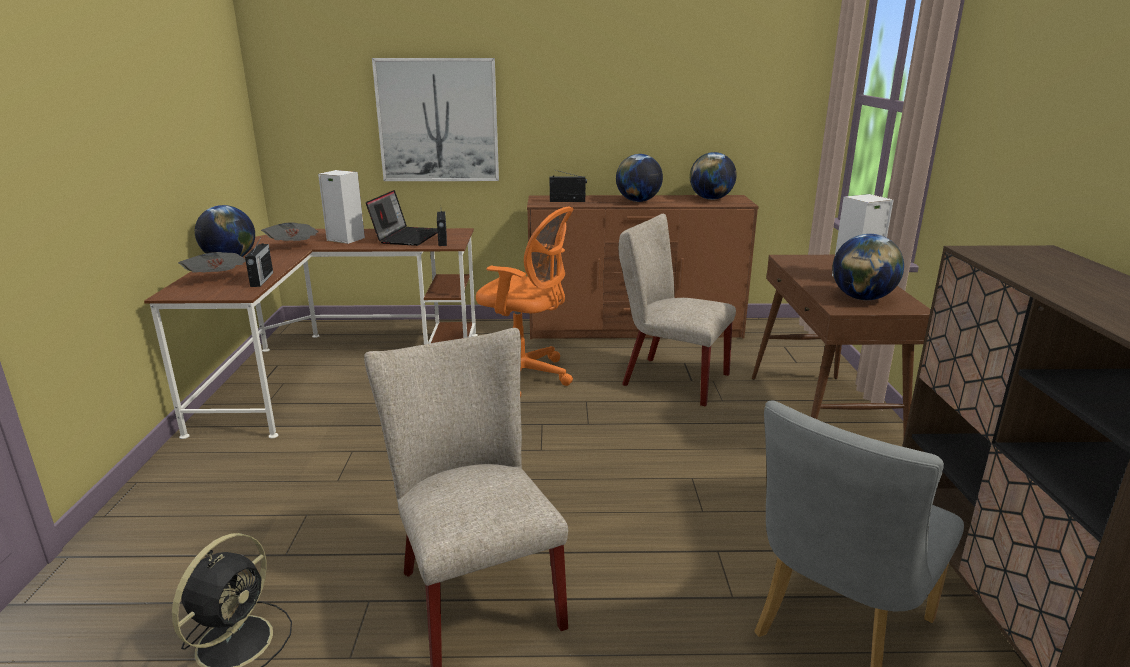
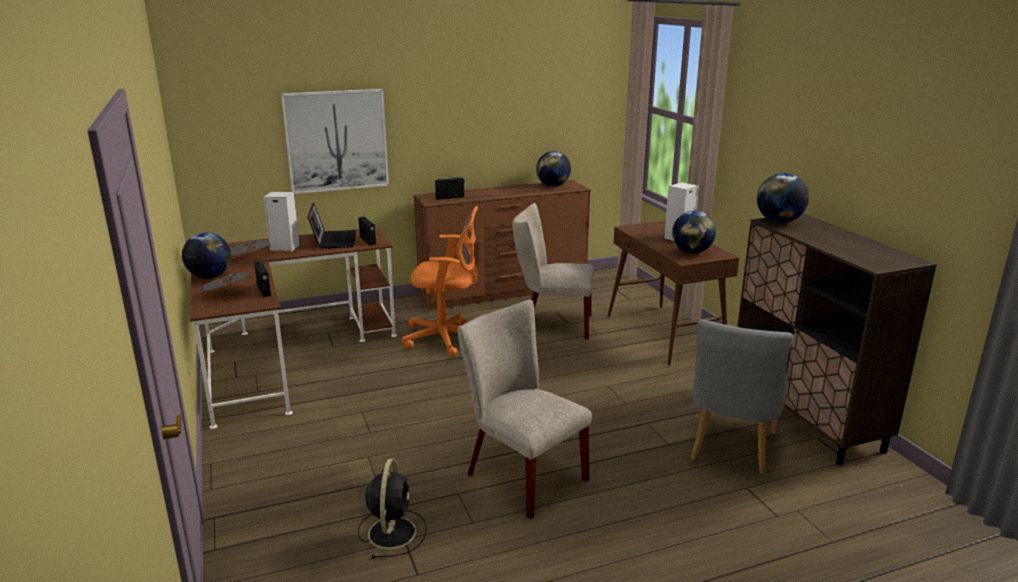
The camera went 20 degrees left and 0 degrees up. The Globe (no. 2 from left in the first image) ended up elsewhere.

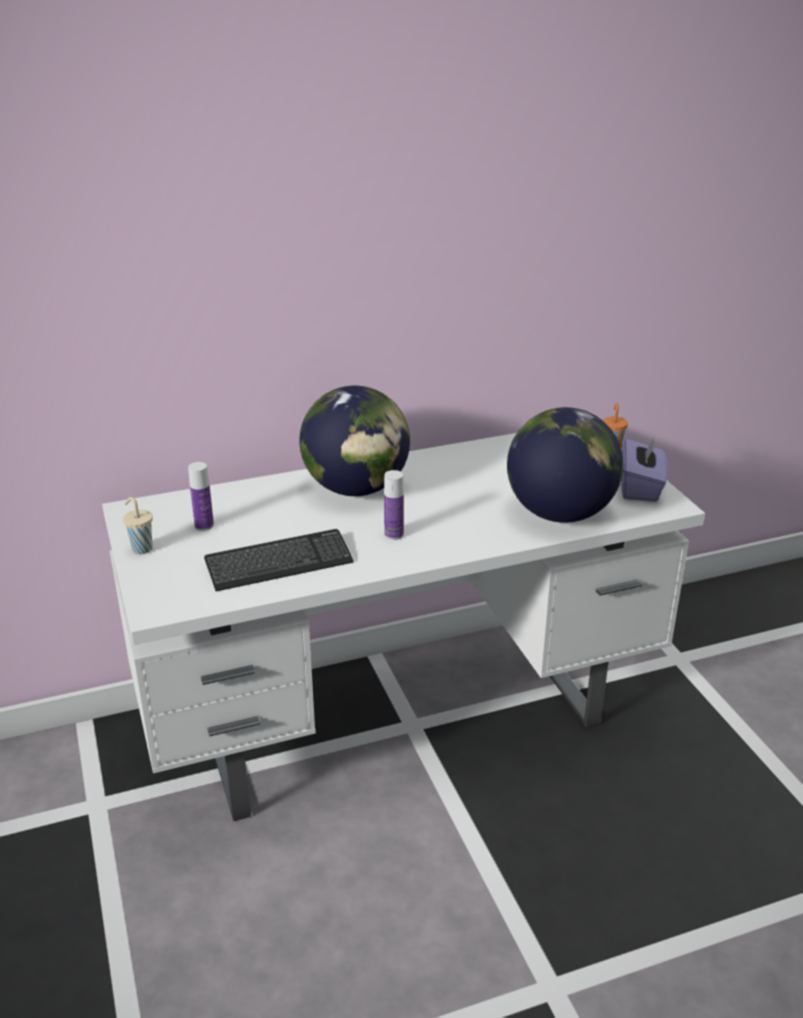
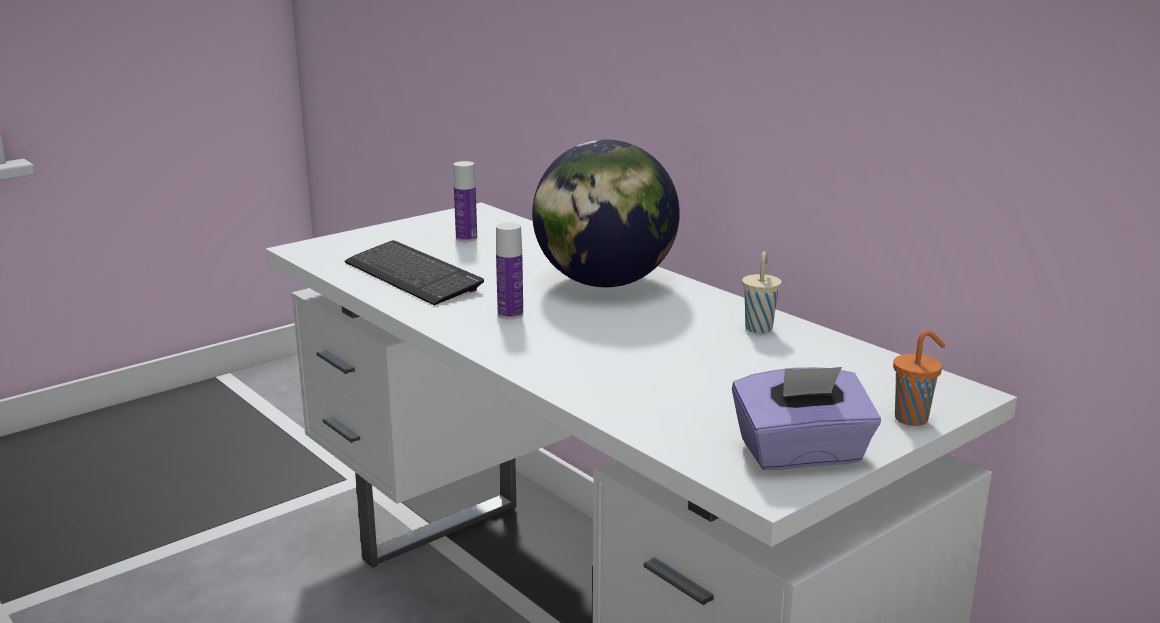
The camera went 70 degrees right and 10 degrees down. The BeigeCup ended up elsewhere. The second view lost the Globe (no. 2 from left).

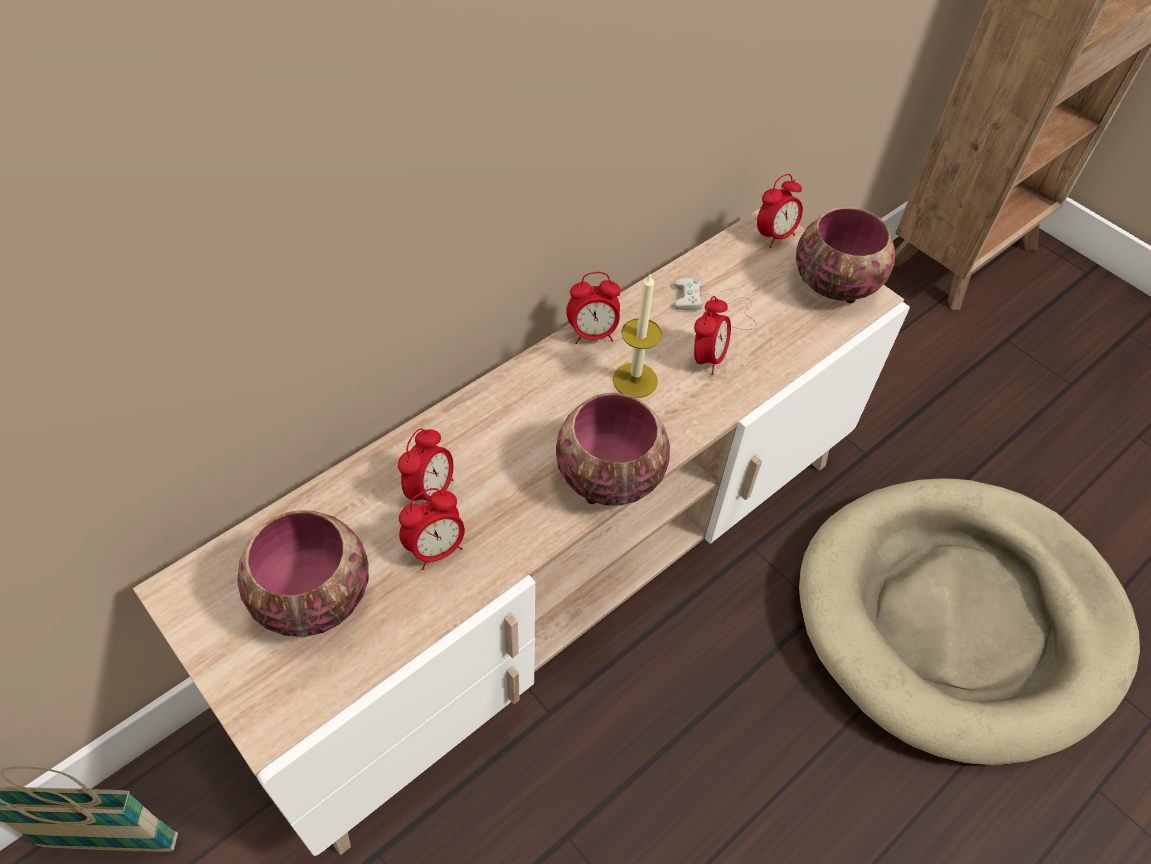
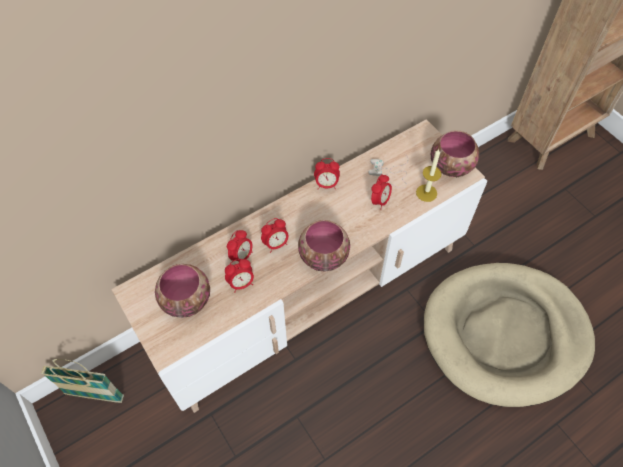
The camera went 10 degrees right and 5 degrees up. The Candle ended up elsewhere. The AlarmClock (no. 5 from left in the first image) ended up elsewhere.

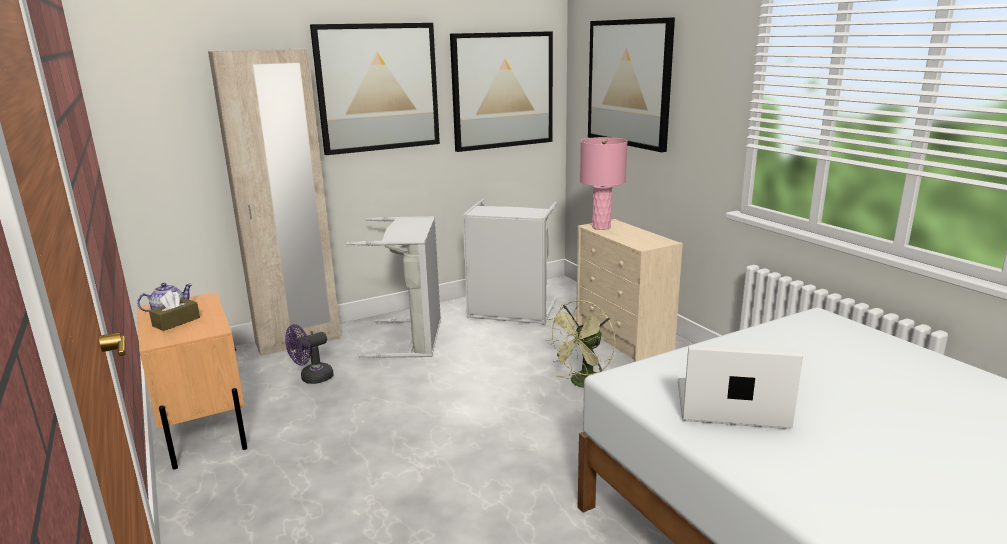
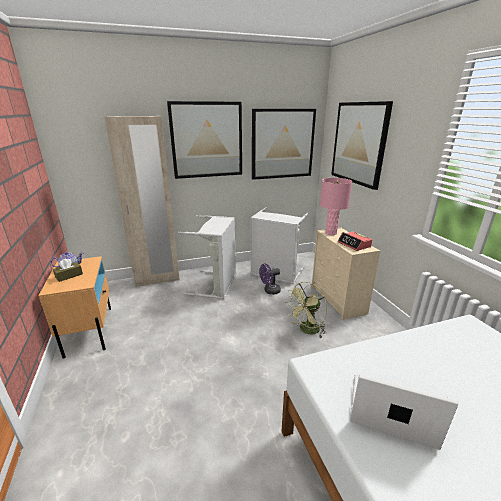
The camera went 10 degrees right and 5 degrees up. The PurpleFan ended up elsewhere. The second view gained the AlarmClock.

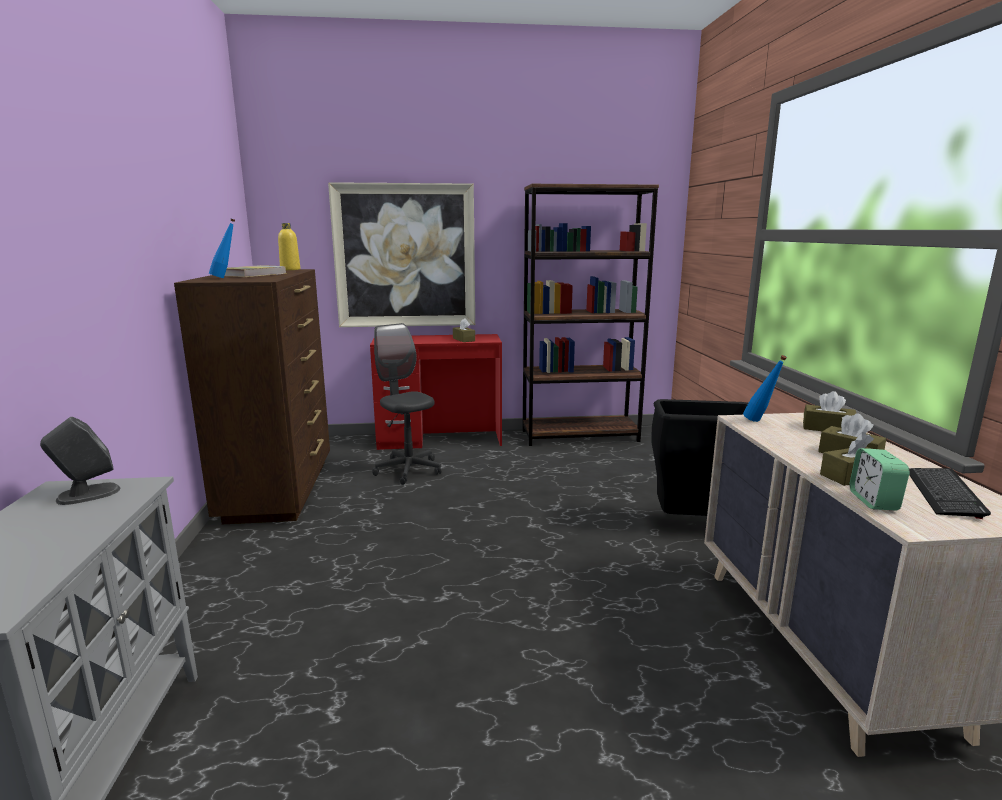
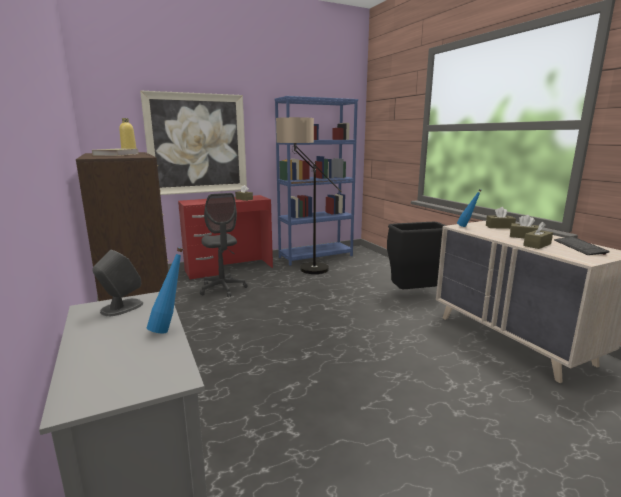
The camera went 20 degrees left and 0 degrees up. The BlueBottle (no. 1 from left) ended up elsewhere. The GreyOfficeChair ended up facing another way, 150 degrees counterclockwise from before. What was the BrownBookcase turned into the BlueBookcase. The second view lost the AlarmClock. The second view gained the FloorLamp.

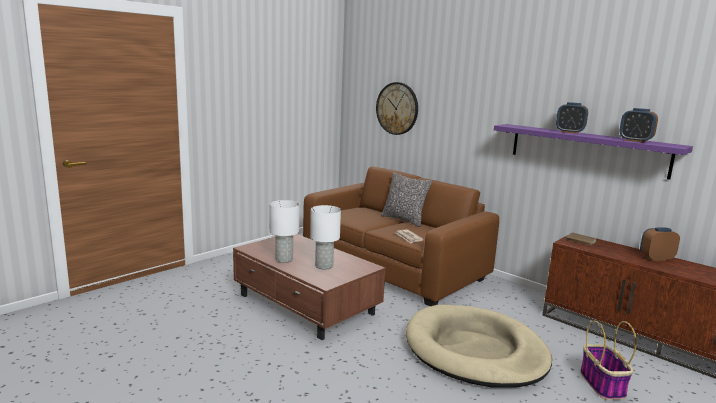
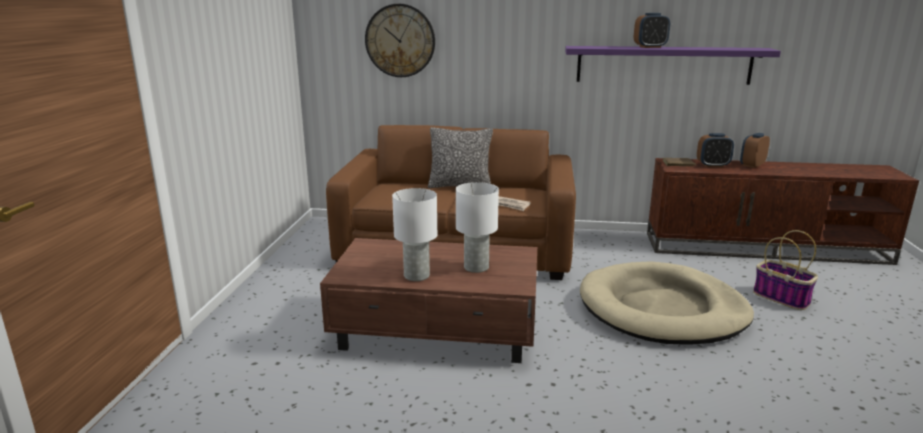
The camera went 35 degrees left and 5 degrees up. The AlarmClock (no. 2 from left) ended up elsewhere.

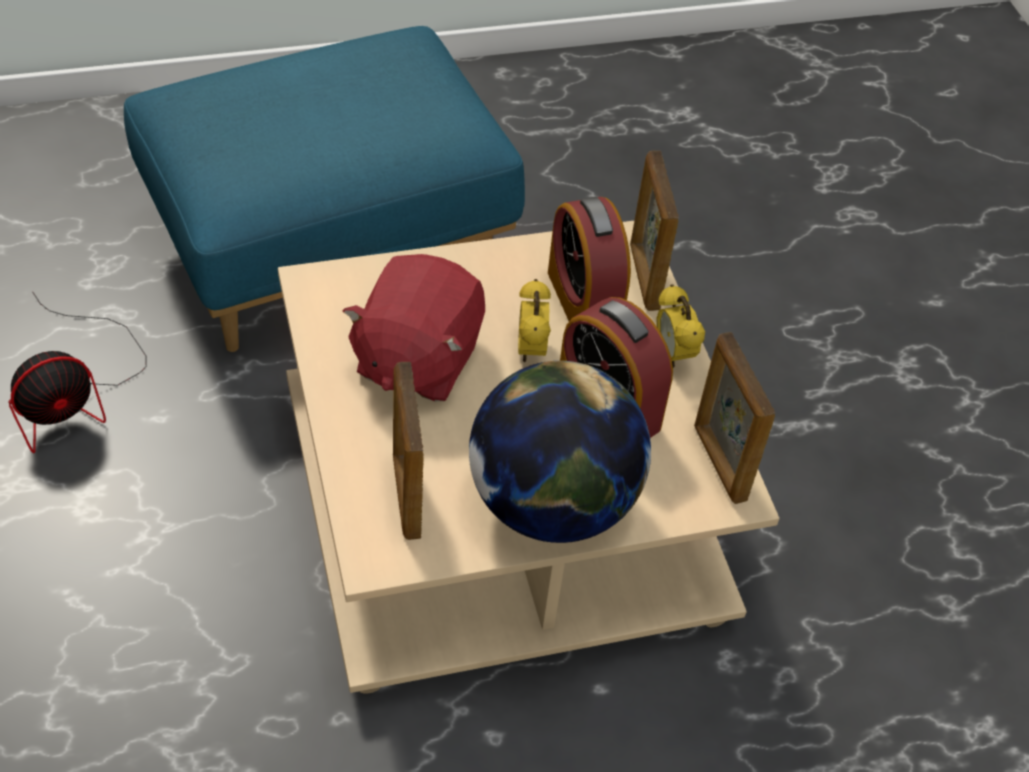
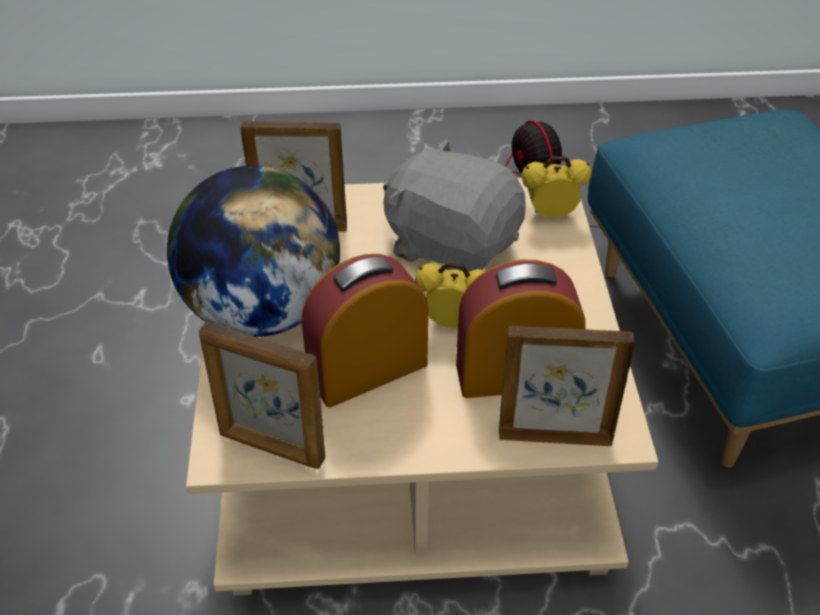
The camera went 105 degrees right and 5 degrees down. What was the RedPlushToy turned into the GreyPlushToy. The AlarmClock (no. 4 from left) ended up elsewhere. The PictureFrame (no. 3 from left in the first image) ended up facing another way, 150 degrees counterclockwise from before.

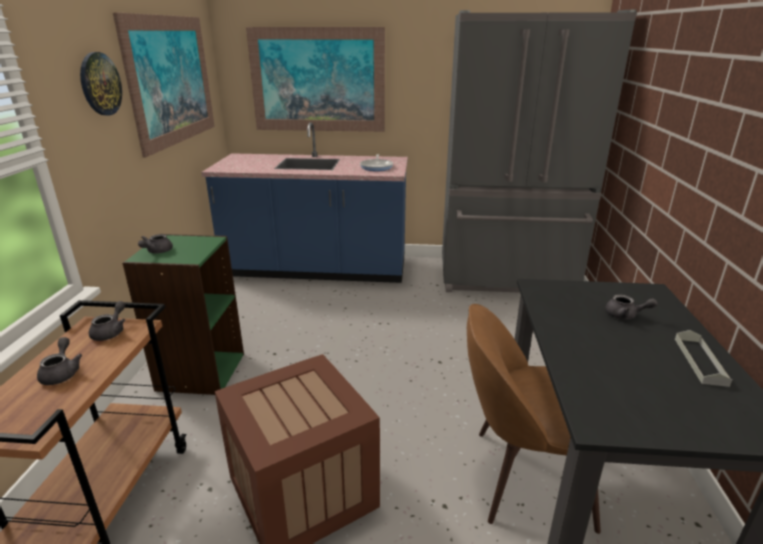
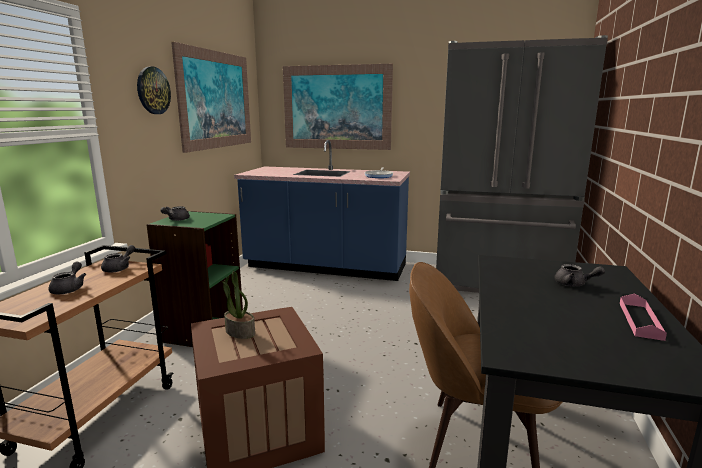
The camera went 10 degrees right and 10 degrees down. What was the GreyTray turned into the PinkTray. The second view gained the PottedPlant.

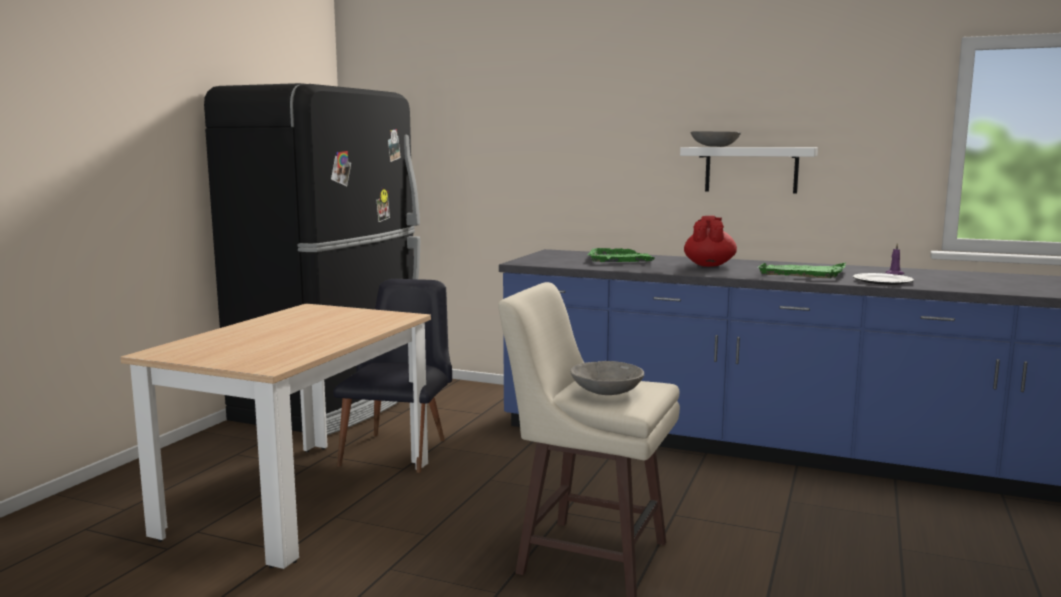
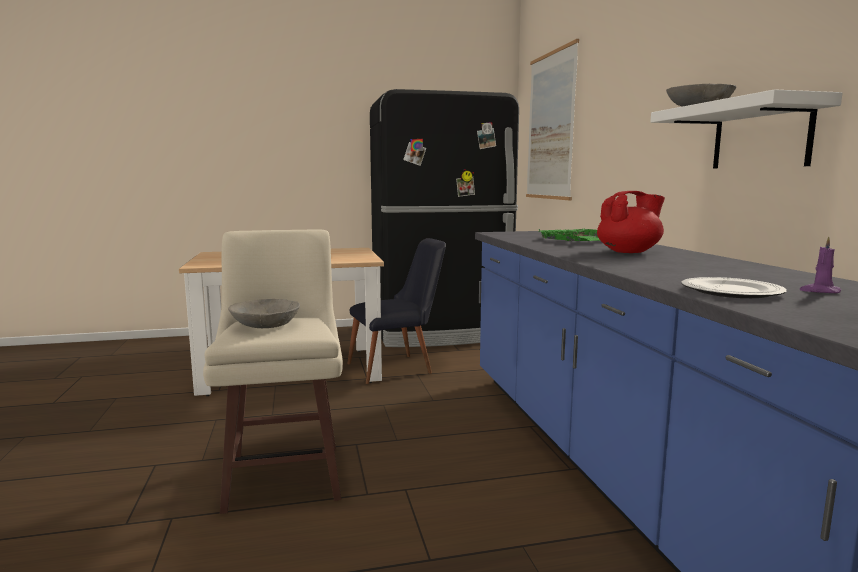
The camera went 55 degrees right and 0 degrees up. The second view lost the GreenTray (no. 2 from left). The second view gained the Picture.

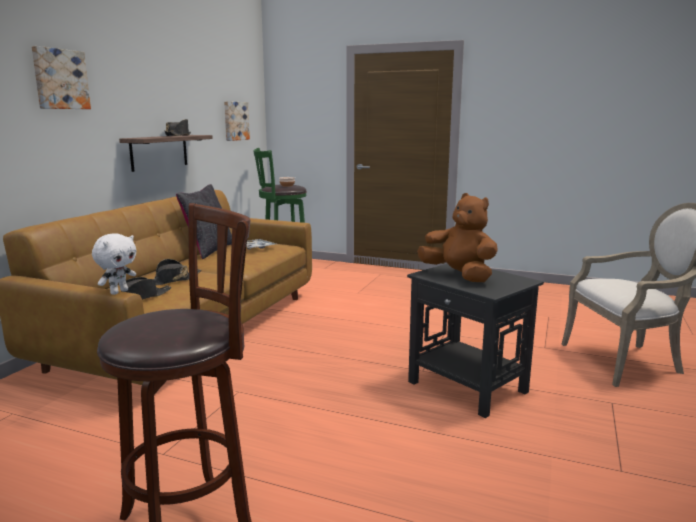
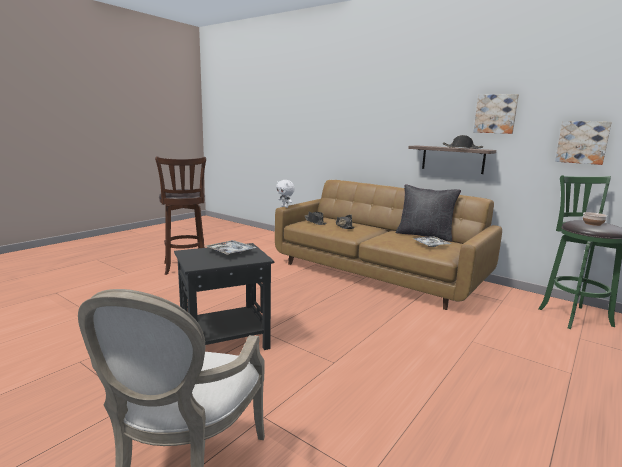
The camera went 105 degrees right and 0 degrees up. The Picture (no. 1 from left) ended up elsewhere. Where the BrownPlushToy stood, the Tray (no. 1 from left) came to stand.

